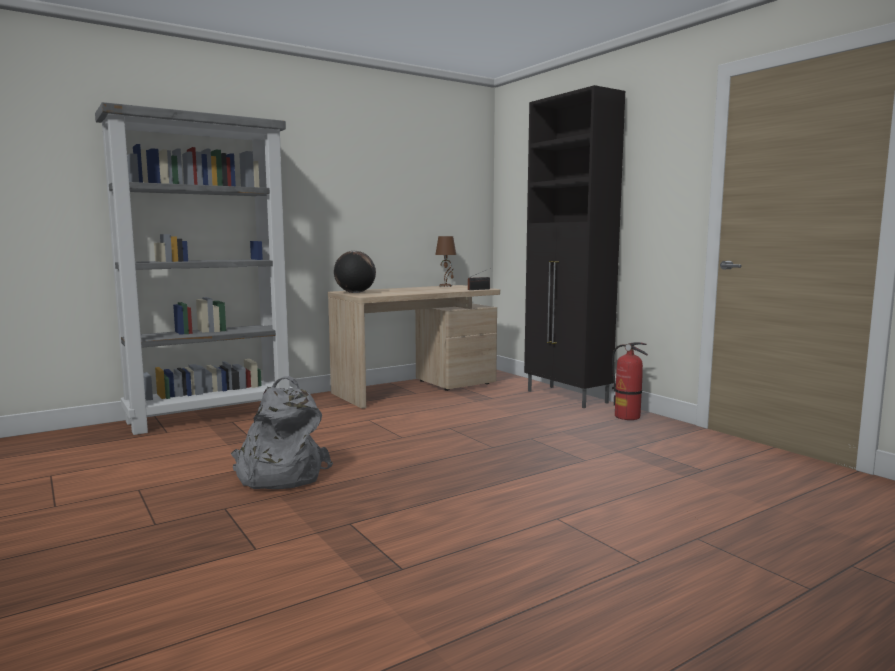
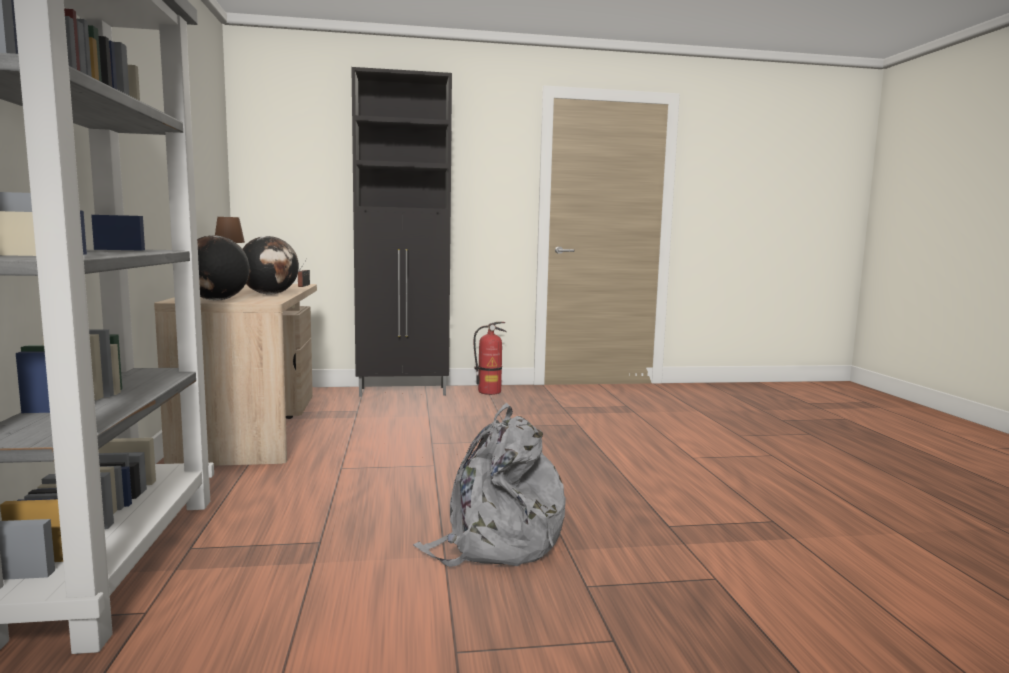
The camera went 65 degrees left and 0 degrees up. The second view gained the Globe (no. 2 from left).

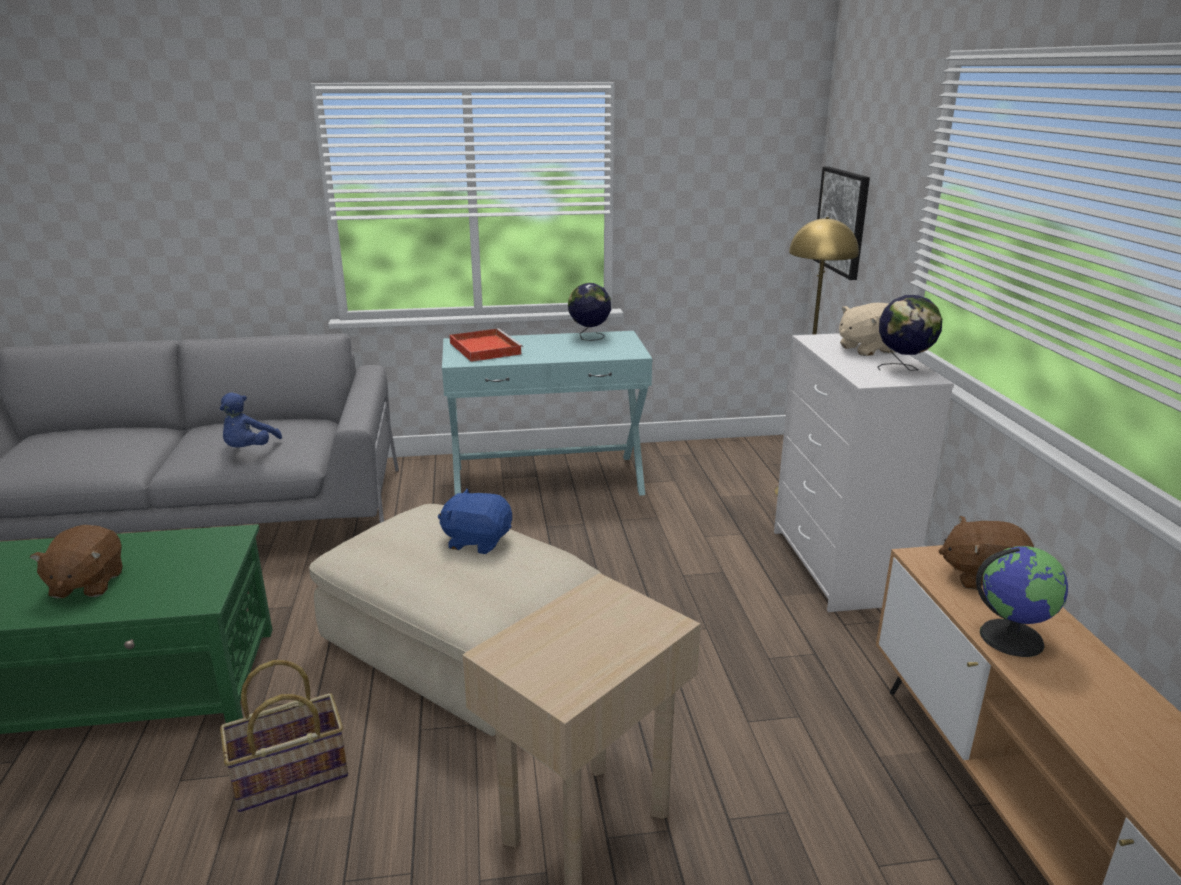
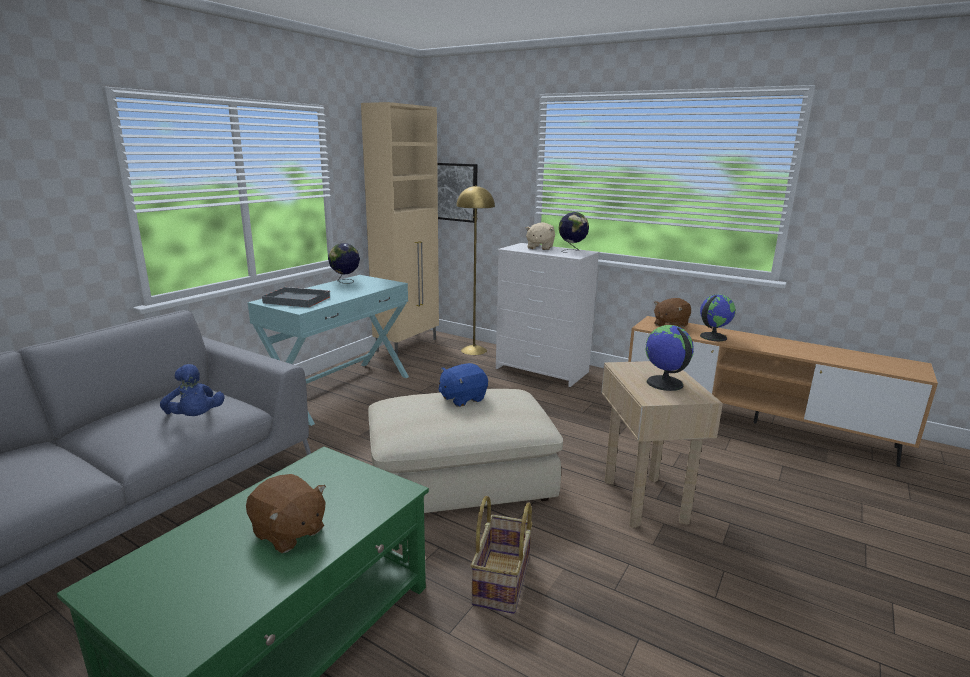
The camera went 50 degrees left and 5 degrees down. What was the RedTray turned into the GreyTray. The second view gained the BeigeCabinet. The second view gained the Globe (no. 3 from left).

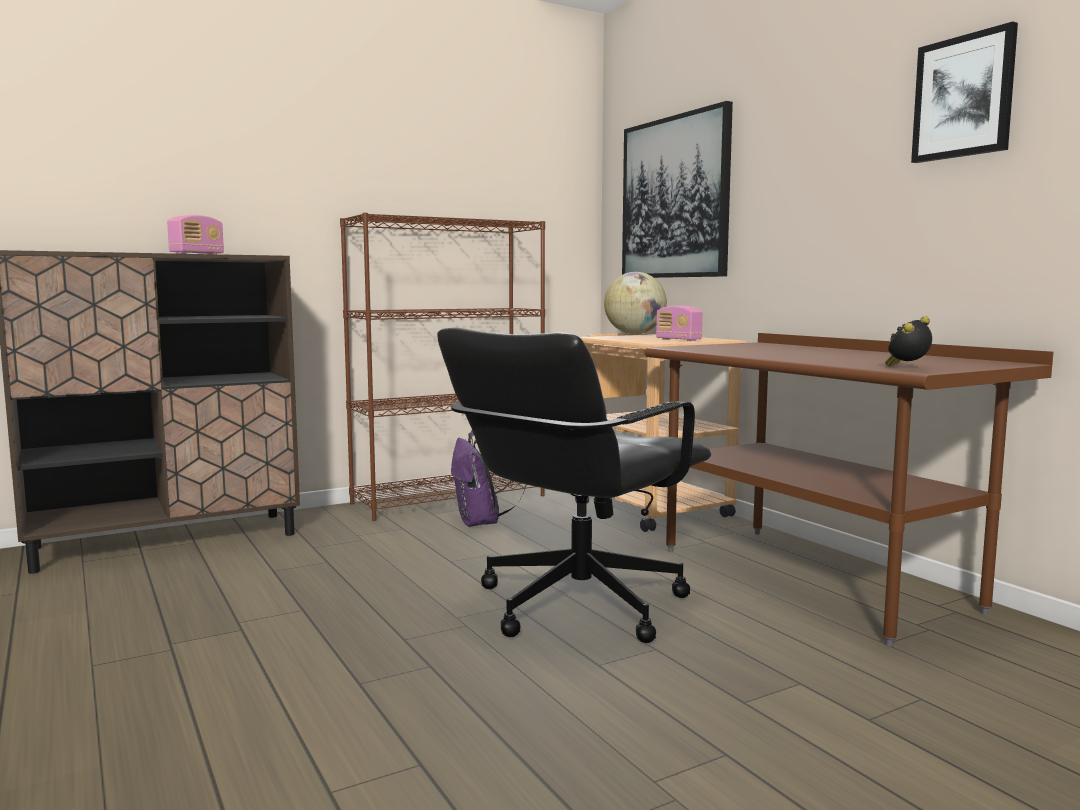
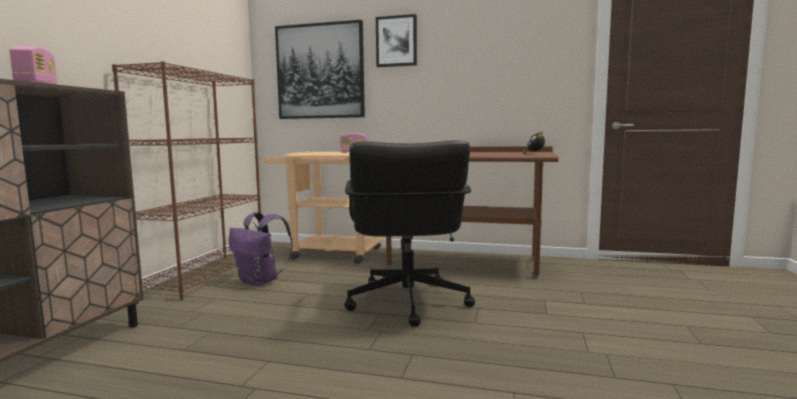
The camera went 45 degrees left and 0 degrees up. The second view lost the Globe. The Picture (no. 2 from left) ended up elsewhere.

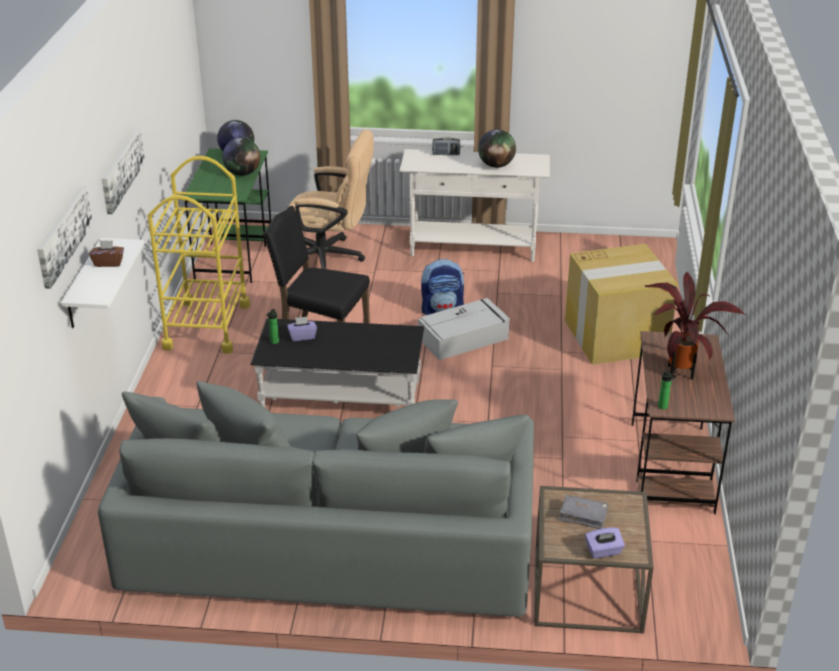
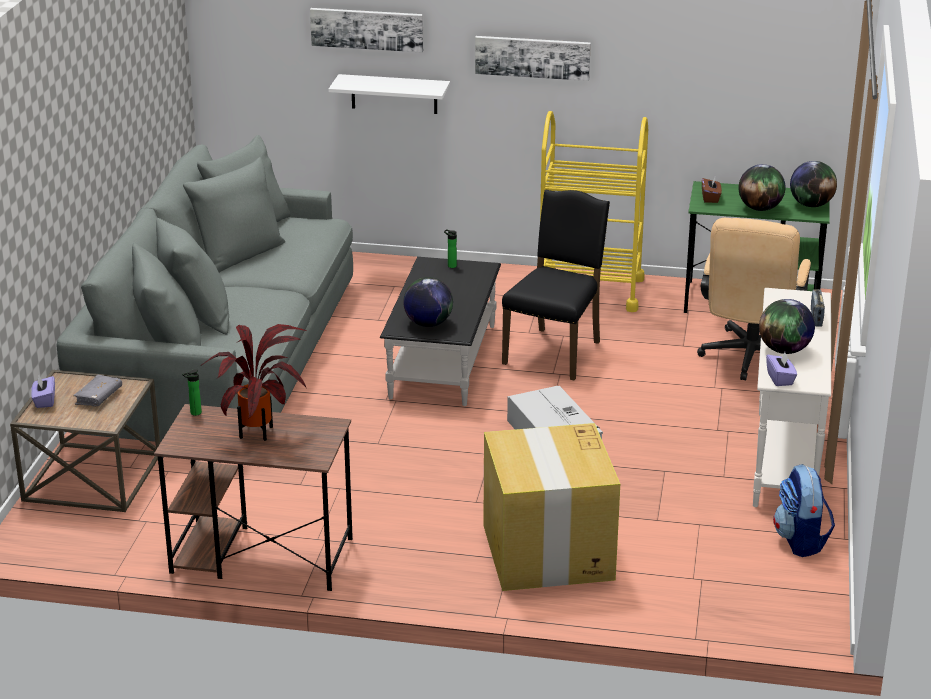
The camera went 95 degrees right and 5 degrees down. The BrownTissueBox ended up elsewhere. The PurpleTissueBox (no. 1 from left in the first image) ended up elsewhere. The Backpack ended up elsewhere. The second view gained the Globe (no. 1 from left).

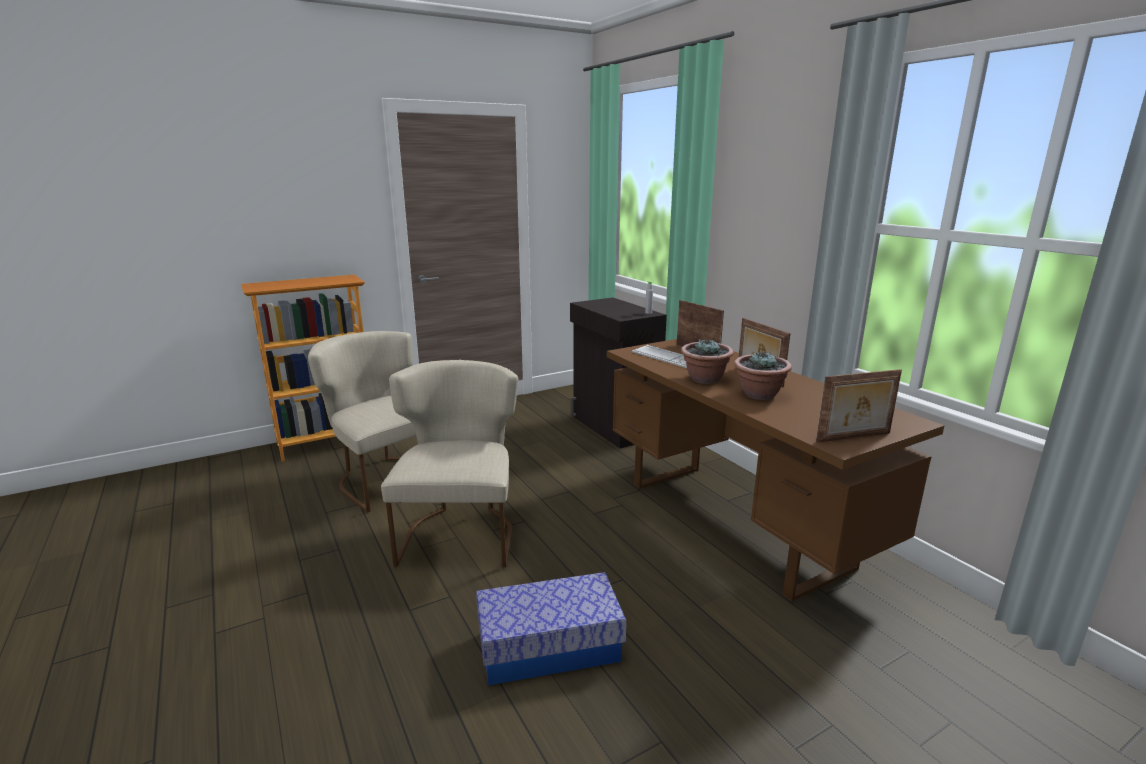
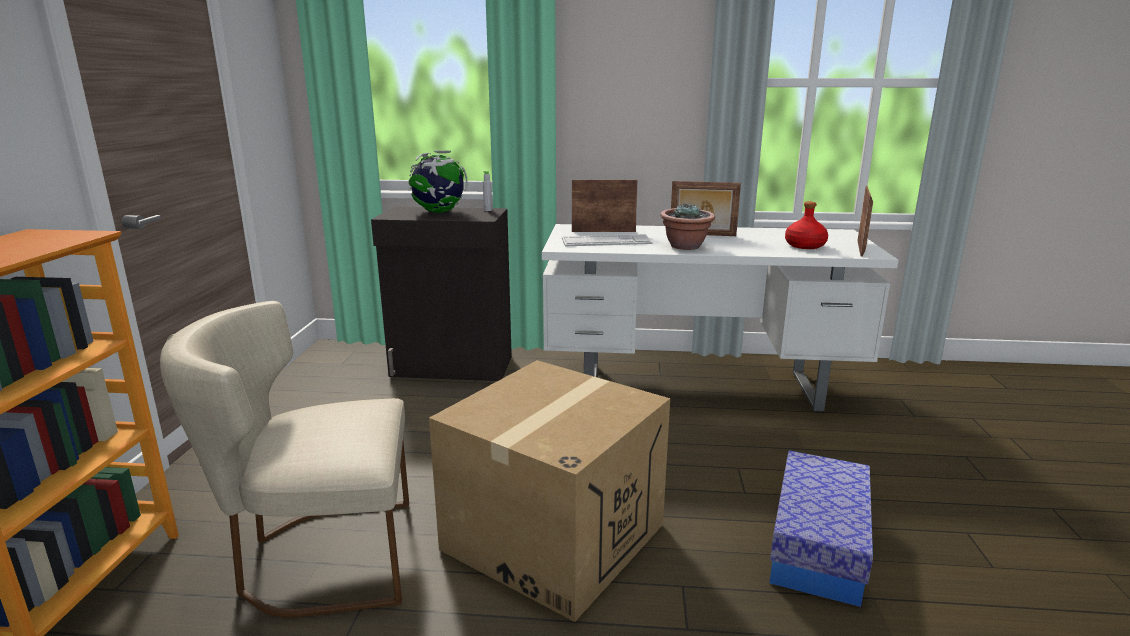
The camera went 55 degrees left and 0 degrees up. Where the BeigeChair (no. 2 from left) stood, the CardboardBox came to stand. What was the BrownDesk turned into the WhiteDesk. The second view lost the PottedPlant (no. 2 from left). The second view gained the Globe. The second view gained the RedBottle.

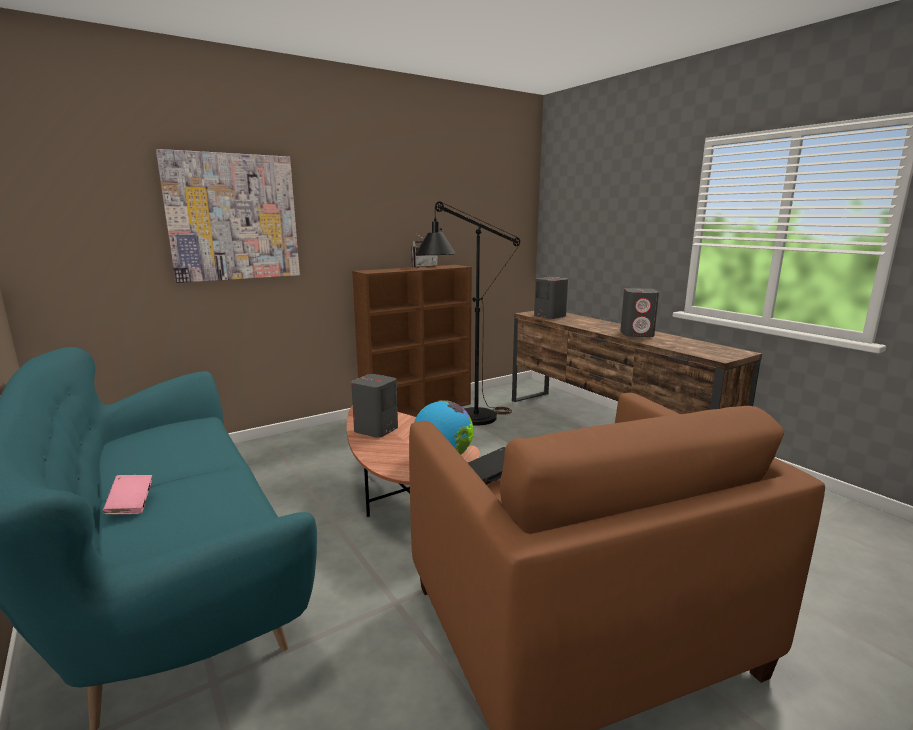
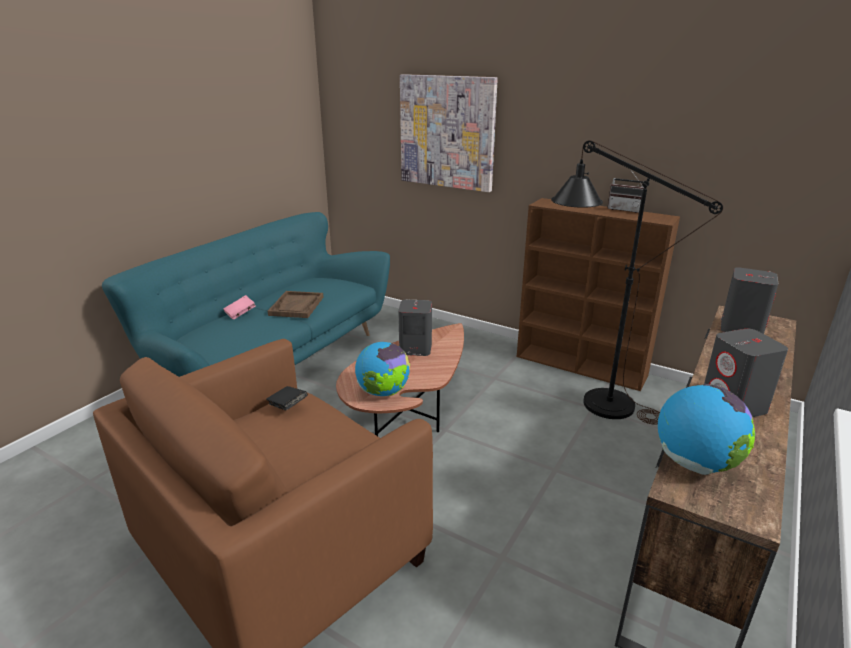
The camera went 65 degrees right and 10 degrees up. The second view gained the BrownTray. The second view gained the Globe (no. 2 from left).

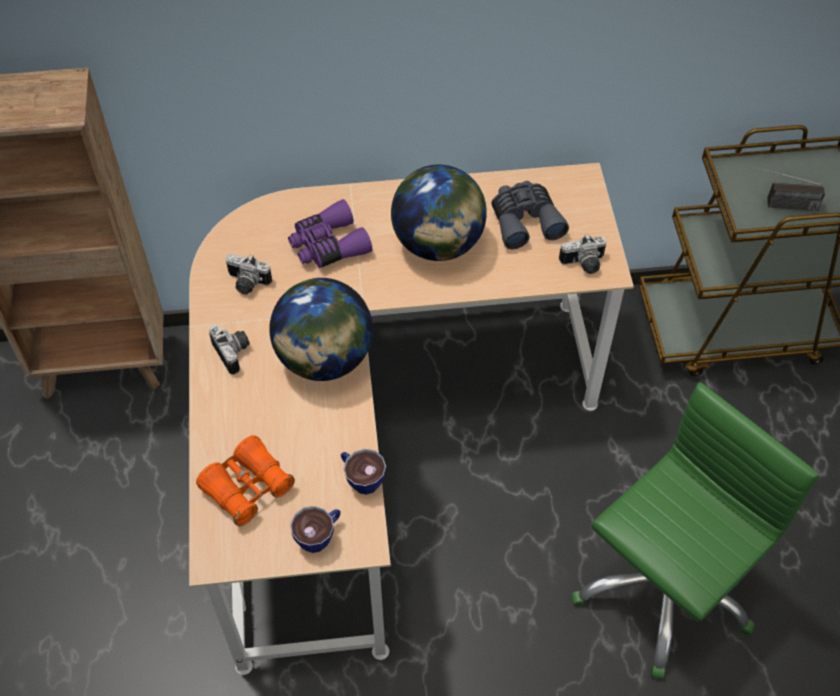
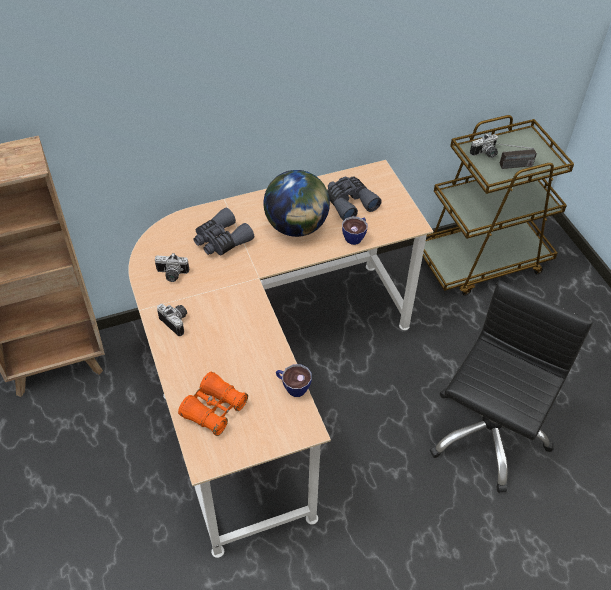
The camera went 15 degrees left and 5 degrees down. The second view lost the Globe (no. 1 from left). What was the PurpleBinoculars turned into the GreyBinoculars (no. 1 from left). The Cup (no. 1 from left in the first image) ended up elsewhere. The PhotoCamera (no. 3 from left) ended up elsewhere. What was the GreenOfficeChair turned into the BlackOfficeChair.

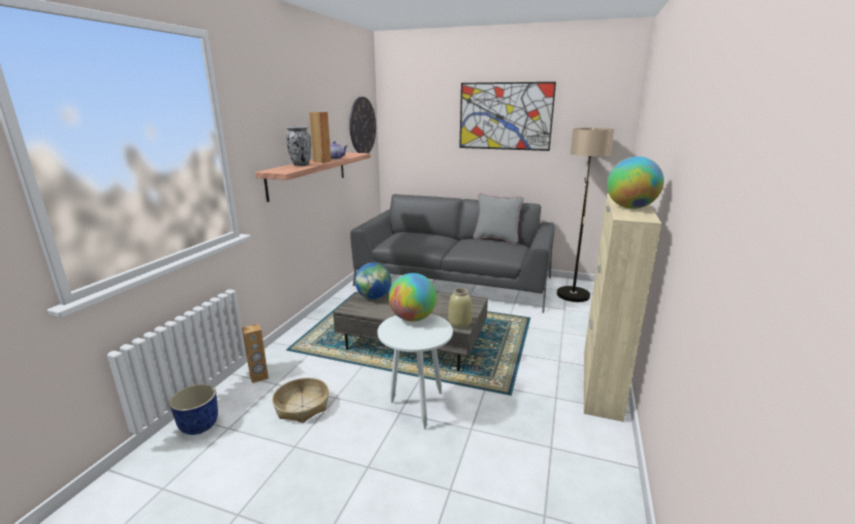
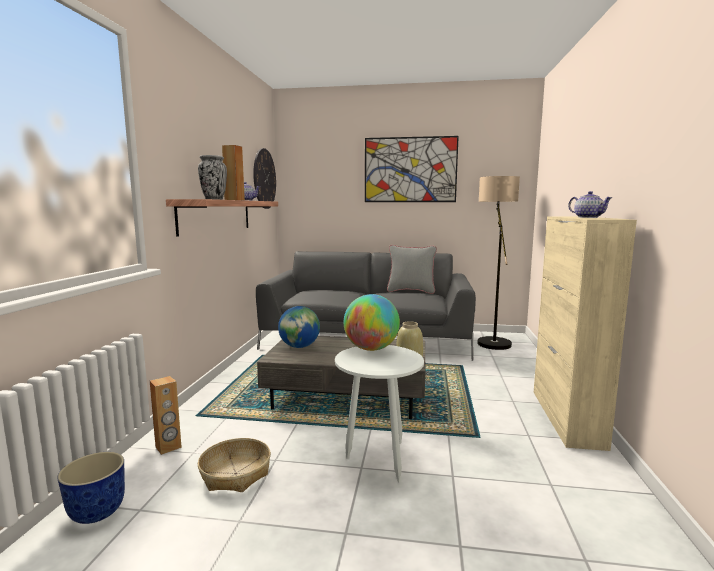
The camera went 10 degrees left and 10 degrees down. Where the Globe (no. 3 from left) stood, the Teapot (no. 2 from left) came to stand.

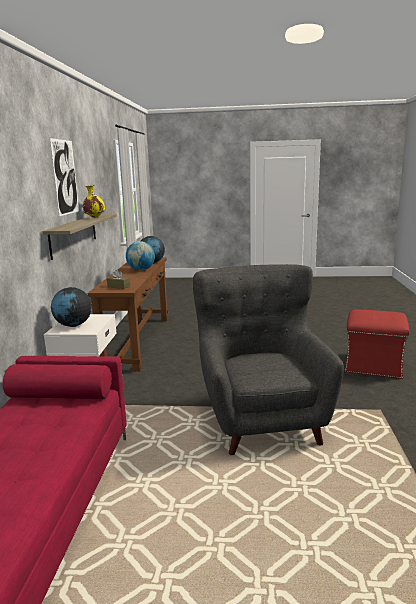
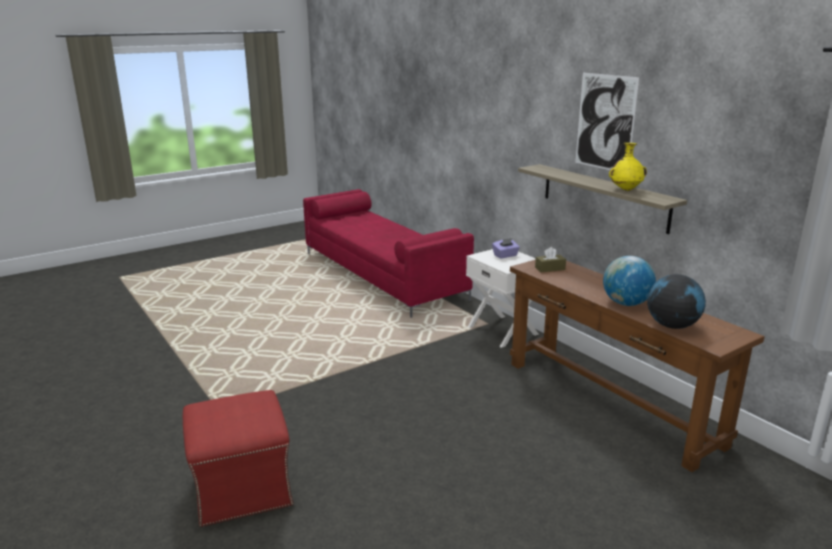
The camera went 140 degrees right and 5 degrees up. Where the Globe (no. 1 from left) stood, the PurpleTissueBox came to stand. The second view lost the GreyArmchair.

